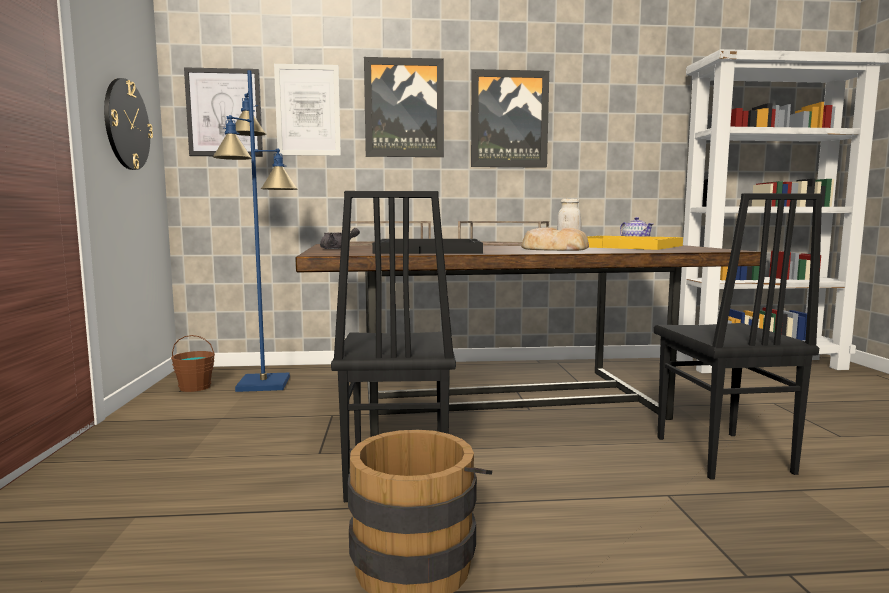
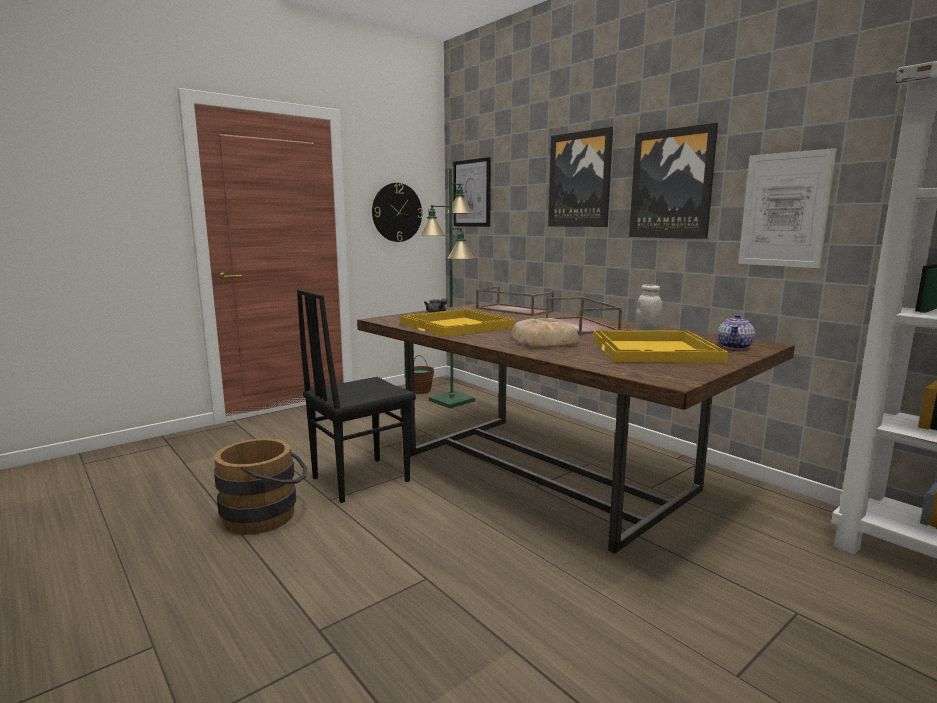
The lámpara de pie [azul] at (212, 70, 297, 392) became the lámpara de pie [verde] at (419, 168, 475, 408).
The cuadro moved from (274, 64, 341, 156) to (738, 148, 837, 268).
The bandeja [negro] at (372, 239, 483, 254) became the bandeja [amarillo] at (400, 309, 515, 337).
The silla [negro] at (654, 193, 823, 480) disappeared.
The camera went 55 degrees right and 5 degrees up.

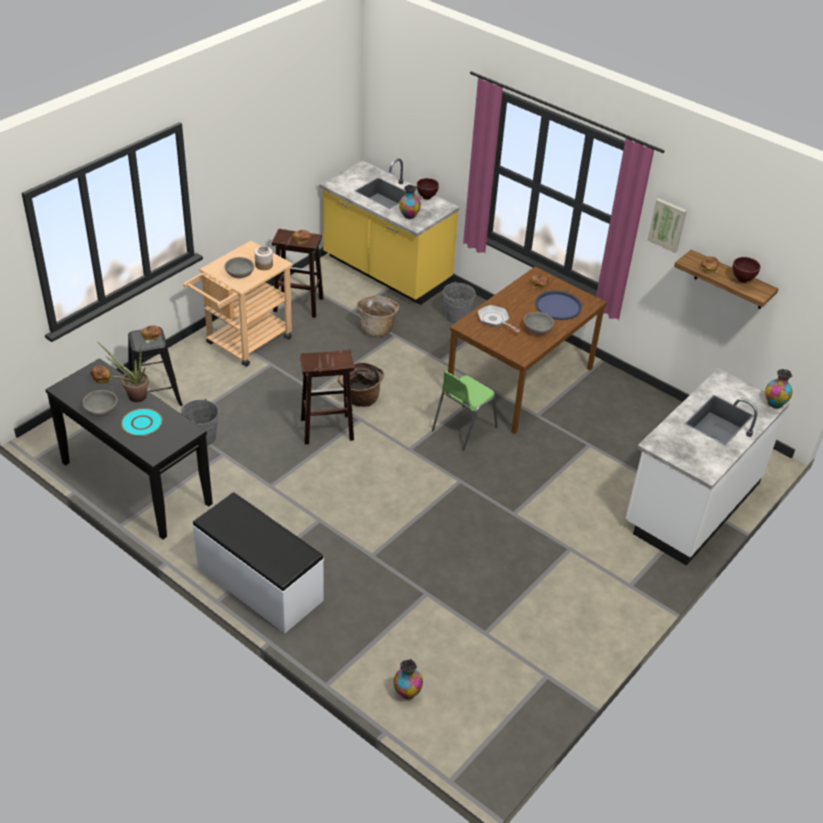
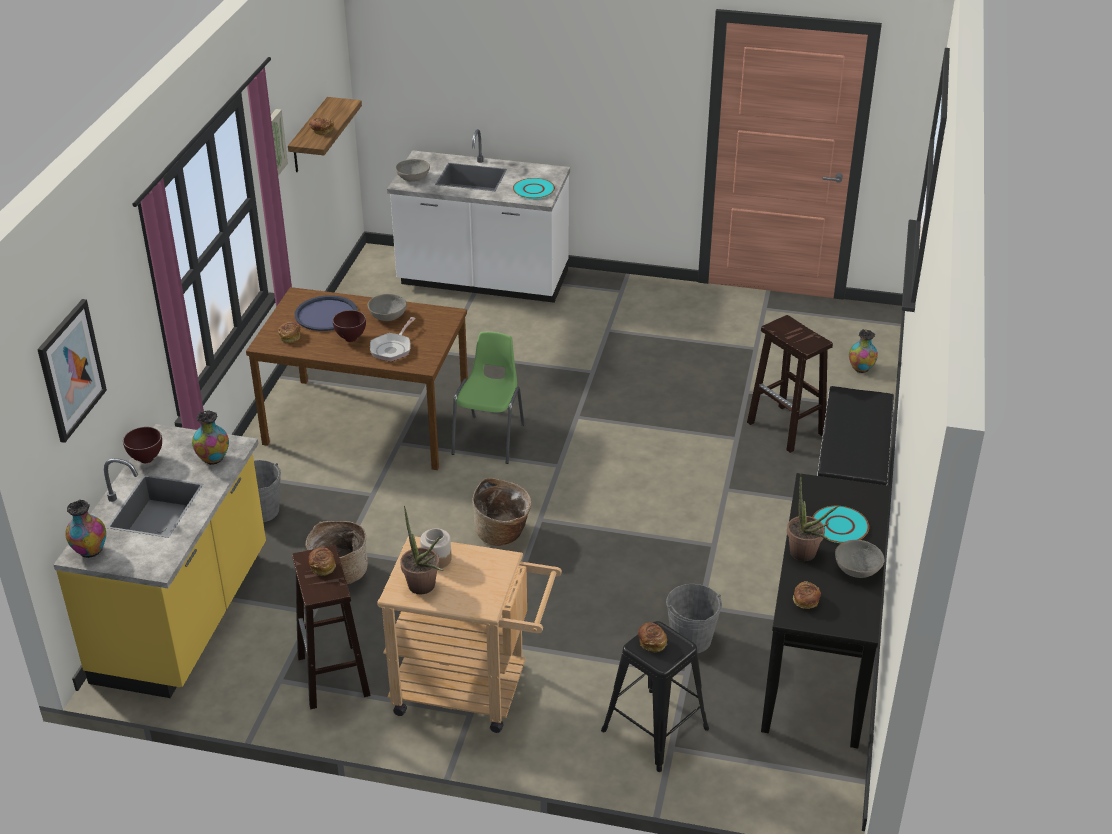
The cuenco [gris] moved from (224, 257, 254, 278) to (395, 159, 430, 182).
The taburete [marrón] moved from (300, 350, 354, 444) to (747, 315, 833, 453).
The silla [verde] at (432, 371, 498, 451) turned 90 degrees counterclockwise.
The cuenco [marrón] moved from (733, 257, 761, 283) to (333, 310, 366, 342).
The florero moved from (765, 369, 792, 408) to (66, 500, 106, 558).
The cuadro at (37, 299, 107, 443) appeared.
The planta en maceta at (400, 505, 443, 594) appeared.
The plato [turquesa] at (513, 178, 555, 199) appeared.
The camera went 115 degrees left and 5 degrees down.

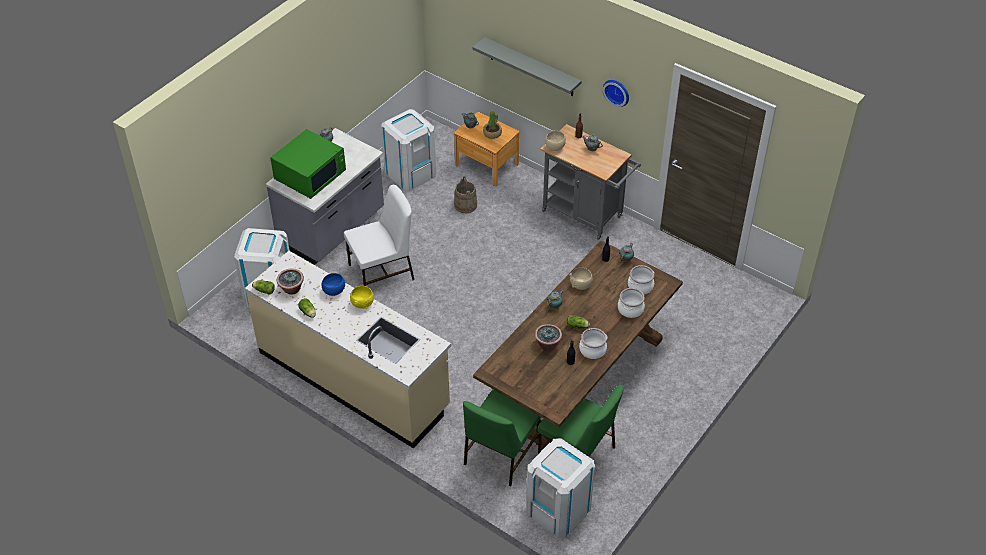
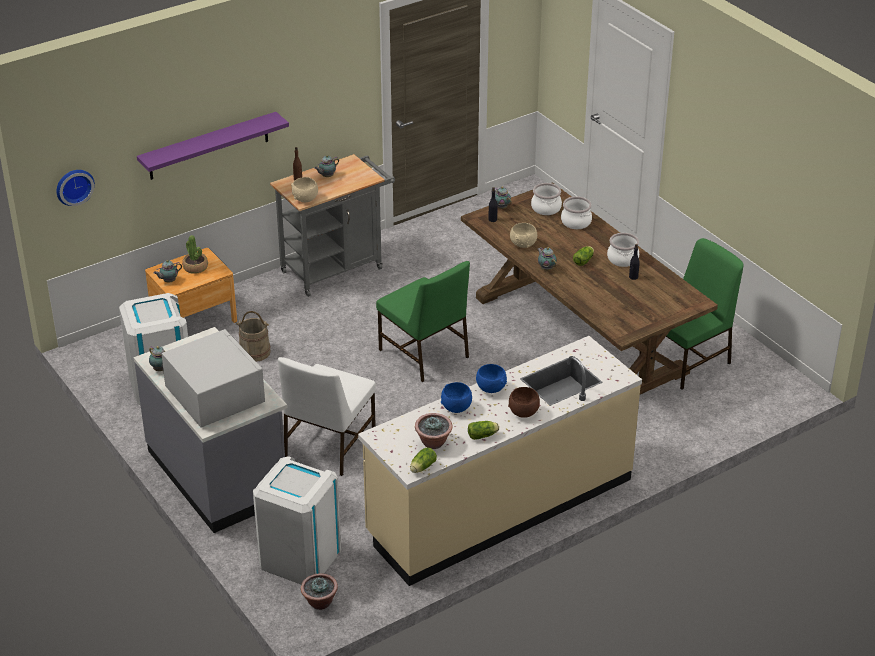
The microondas [verde] at (270, 129, 346, 199) became the microondas [blanco] at (161, 329, 265, 427).
The silla [blanco] at (344, 185, 414, 286) turned 150 degrees counterclockwise.
The cuenco [amarillo] at (350, 286, 374, 309) became the cuenco [azul] at (476, 364, 507, 393).
The silla [verde] moved from (463, 390, 541, 486) to (376, 261, 470, 382).
The estante [gris] at (472, 37, 582, 96) became the estante [morado] at (137, 112, 289, 180).
The papelera [blanco] at (526, 438, 595, 538) disappeared.
The planta en maceta moved from (535, 324, 562, 351) to (300, 573, 338, 610).
The reloj de pared moved from (603, 80, 629, 107) to (57, 170, 95, 206).
The cuenco [marrón] at (508, 387, 540, 418) appeared.
The camera went 70 degrees left and 10 degrees down.

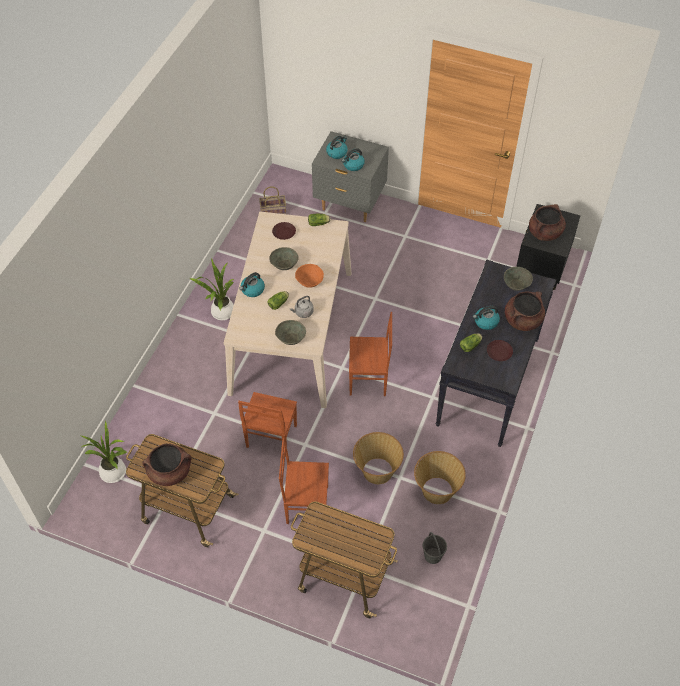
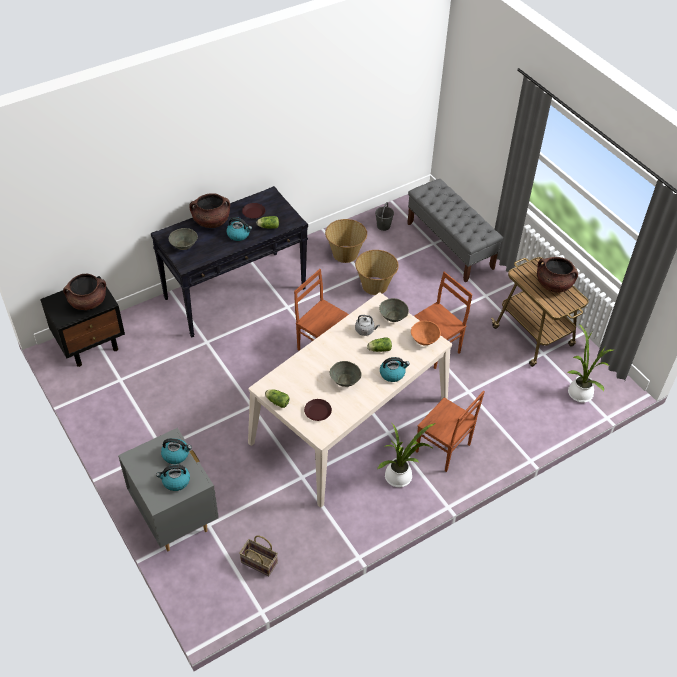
The silla [marrón] moved from (279, 438, 329, 524) to (416, 391, 485, 472).
The carrito at (291, 501, 398, 618) was replaced by the banco [gris] at (407, 179, 503, 283).
The cuenco [naranja] moved from (295, 264, 324, 288) to (411, 321, 441, 345).
The camera went 145 degrees left and 5 degrees down.

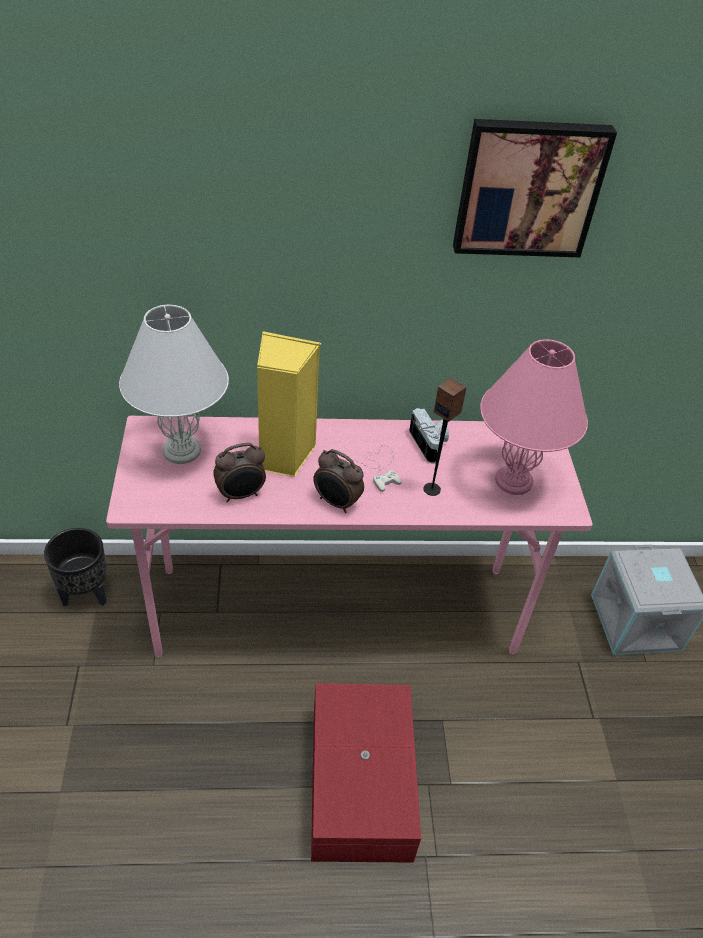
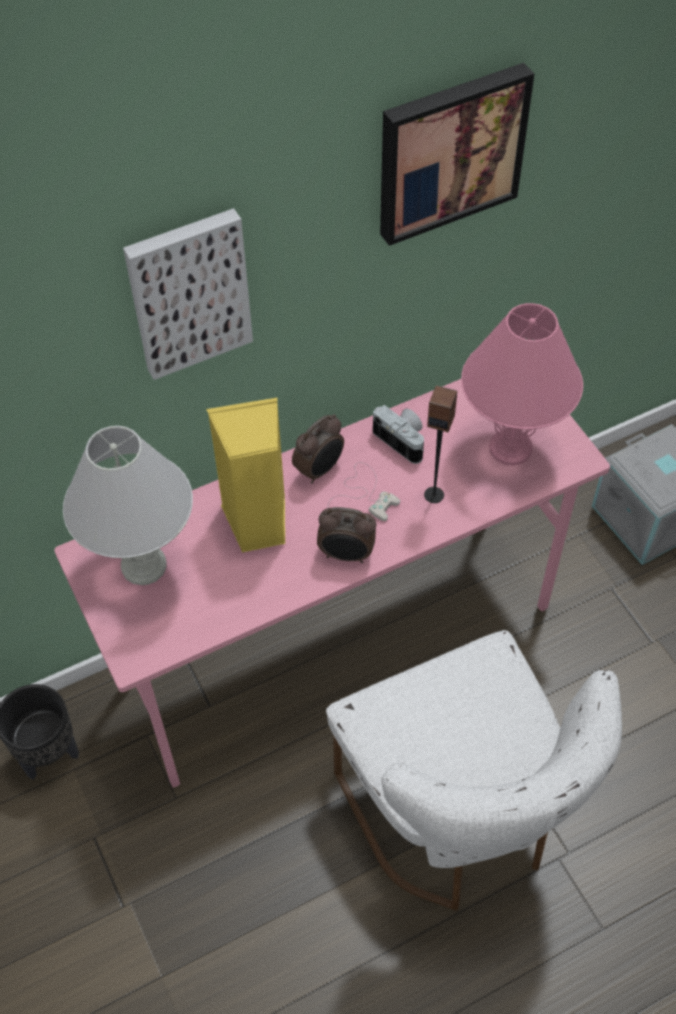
The despertador moved from (213, 443, 266, 503) to (292, 414, 344, 484).
The caja de almacenaje [rojo] at (311, 683, 421, 863) was replaced by the silla [blanco] at (326, 630, 622, 910).
The cuadro at (123, 208, 253, 380) appeared.
The camera went 20 degrees left and 10 degrees up.

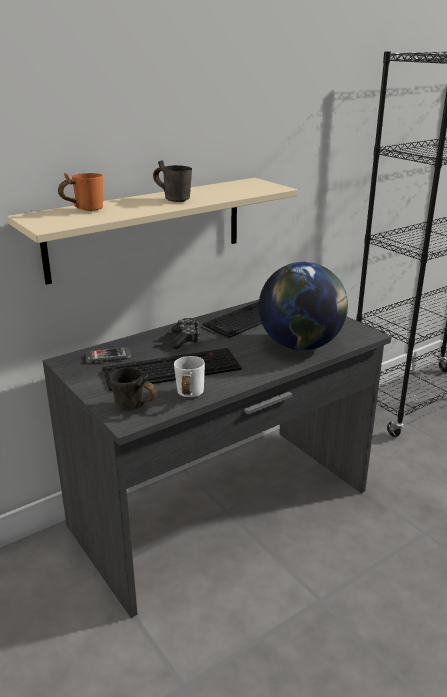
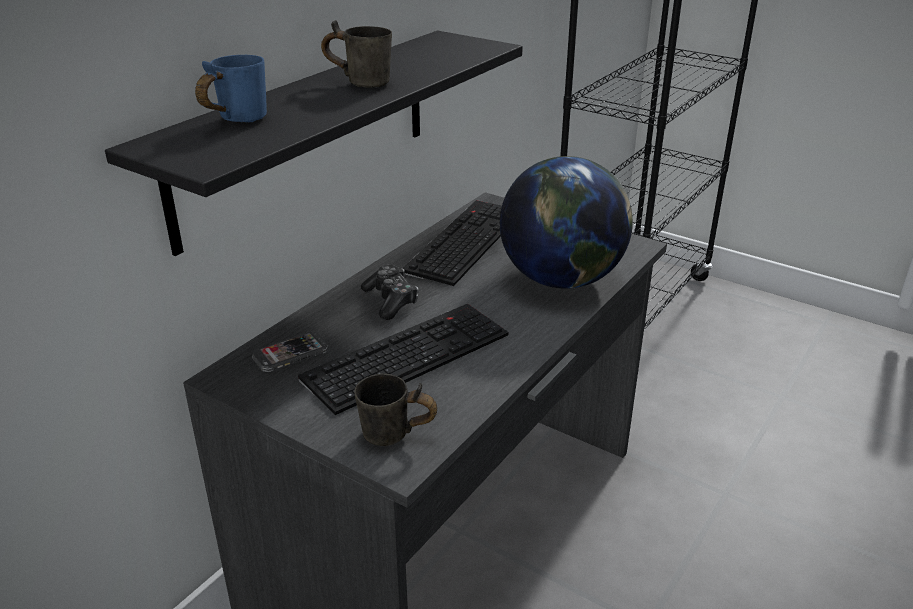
The estante [beis] at (7, 178, 297, 285) became the estante [negro] at (105, 30, 523, 256).
The taza grande [naranja] at (58, 173, 103, 211) became the taza grande [azul] at (195, 55, 267, 122).
The taza grande [blanco] at (174, 356, 205, 397) disappeared.
The camera went 20 degrees left and 5 degrees up.

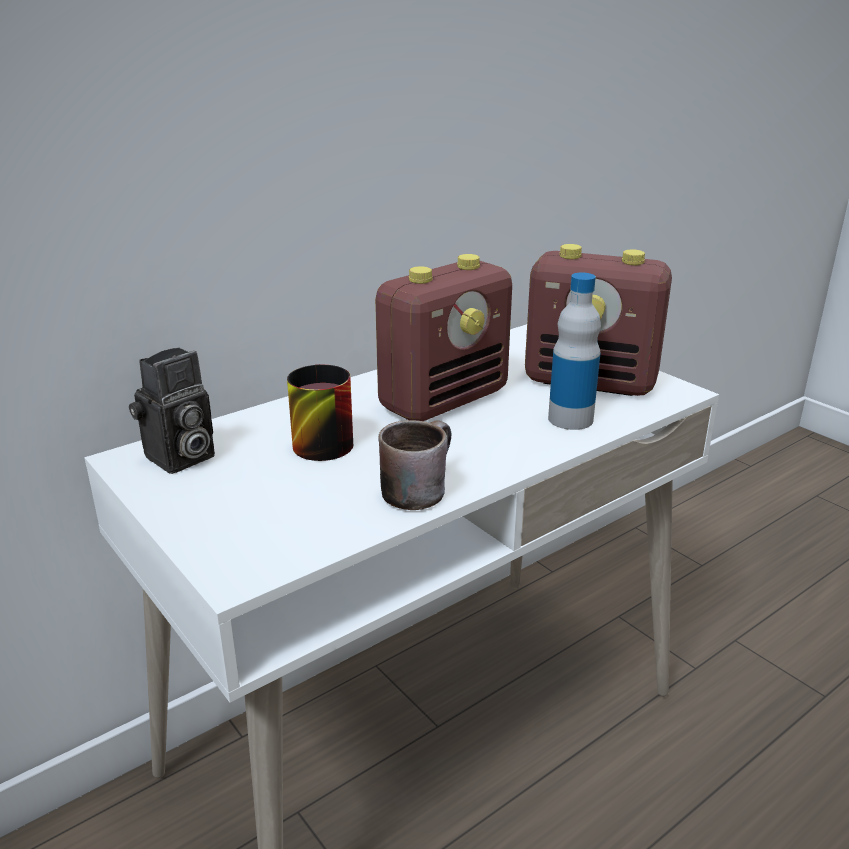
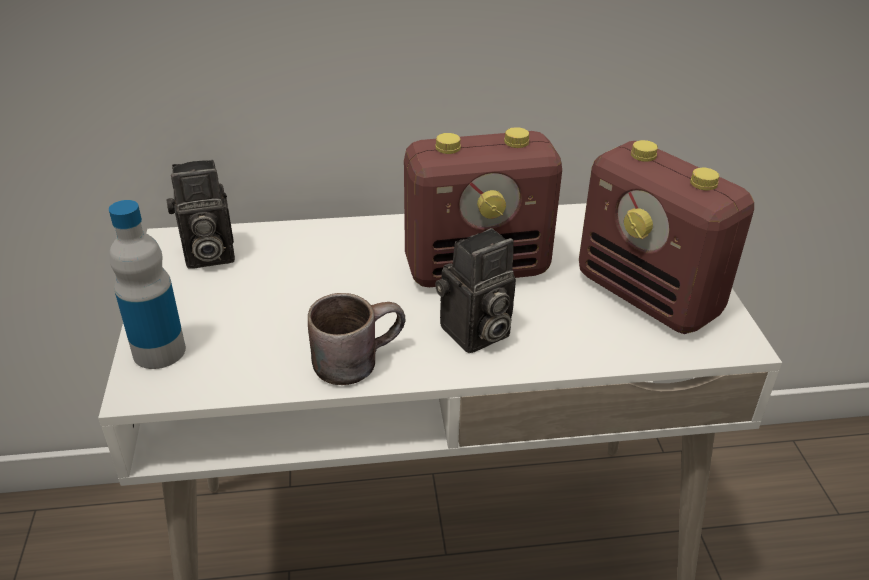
The taza grande at (287, 364, 353, 461) disappeared.
The botella moved from (548, 273, 601, 430) to (109, 200, 186, 369).
The cámara at (435, 228, 516, 353) appeared.
The camera went 30 degrees right and 10 degrees up.

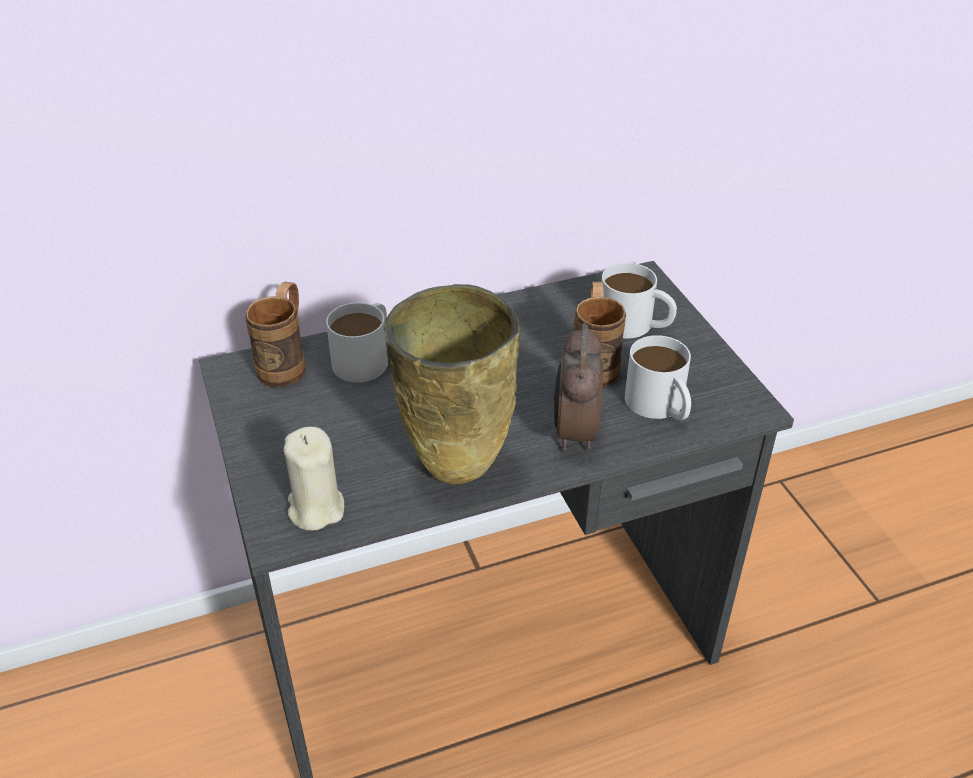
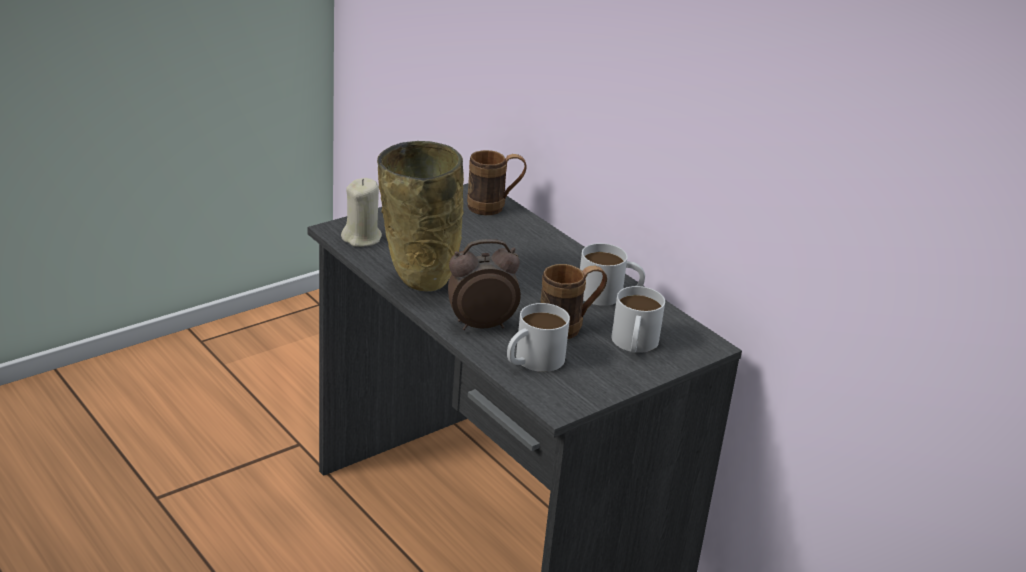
The taza grande [blanco] moved from (326, 303, 388, 382) to (580, 243, 645, 306).
The camera went 70 degrees right and 10 degrees down.

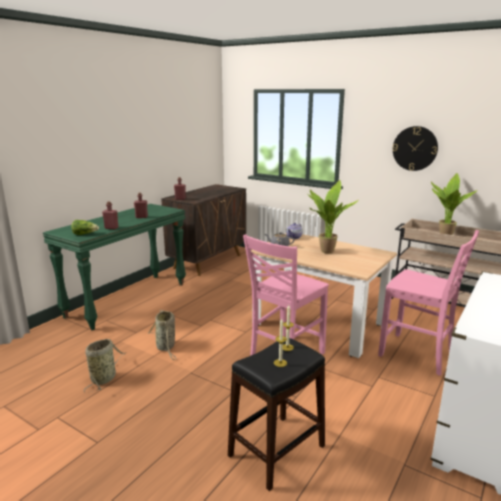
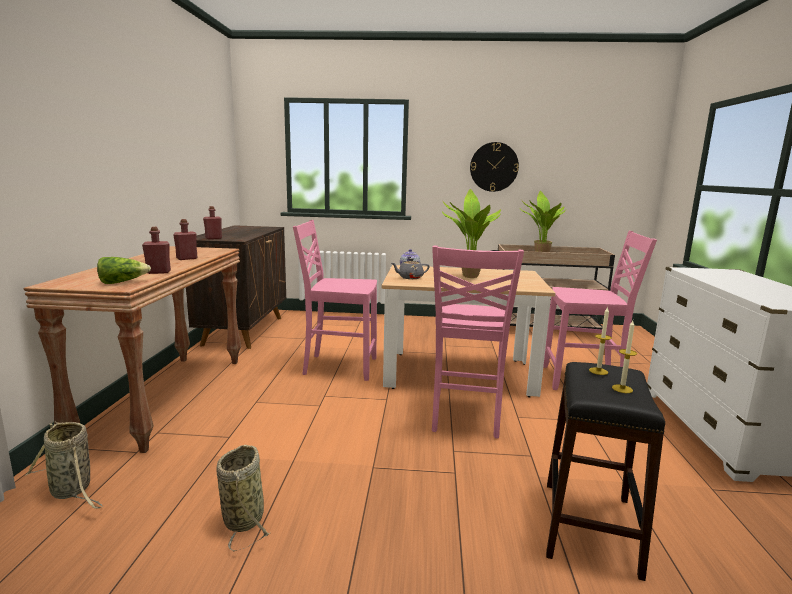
The mesa consola [verde] at (43, 204, 186, 330) became the mesa consola [marrón] at (24, 246, 241, 453).
The cesta moved from (148, 310, 177, 360) to (25, 422, 103, 509).
The silla [rosa] at (293, 220, 377, 381) appeared.
The camera went 30 degrees left and 5 degrees down.

